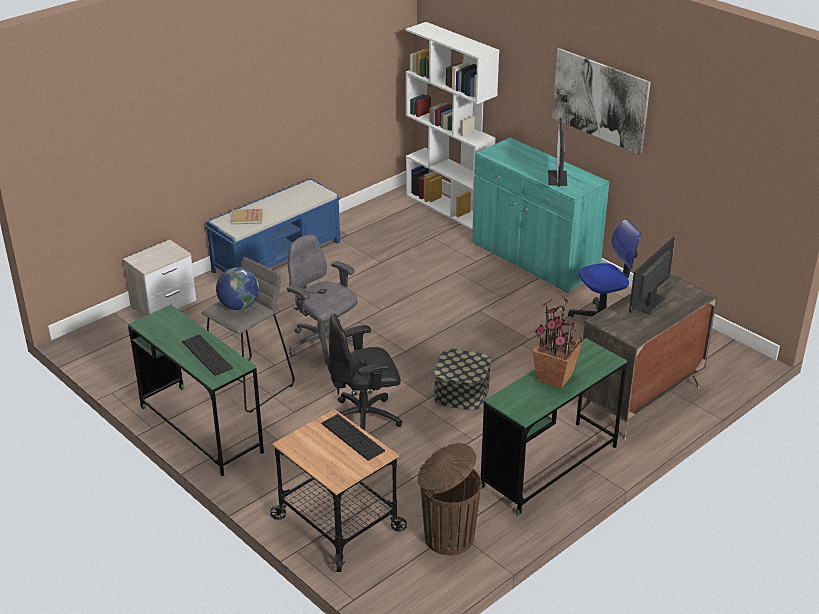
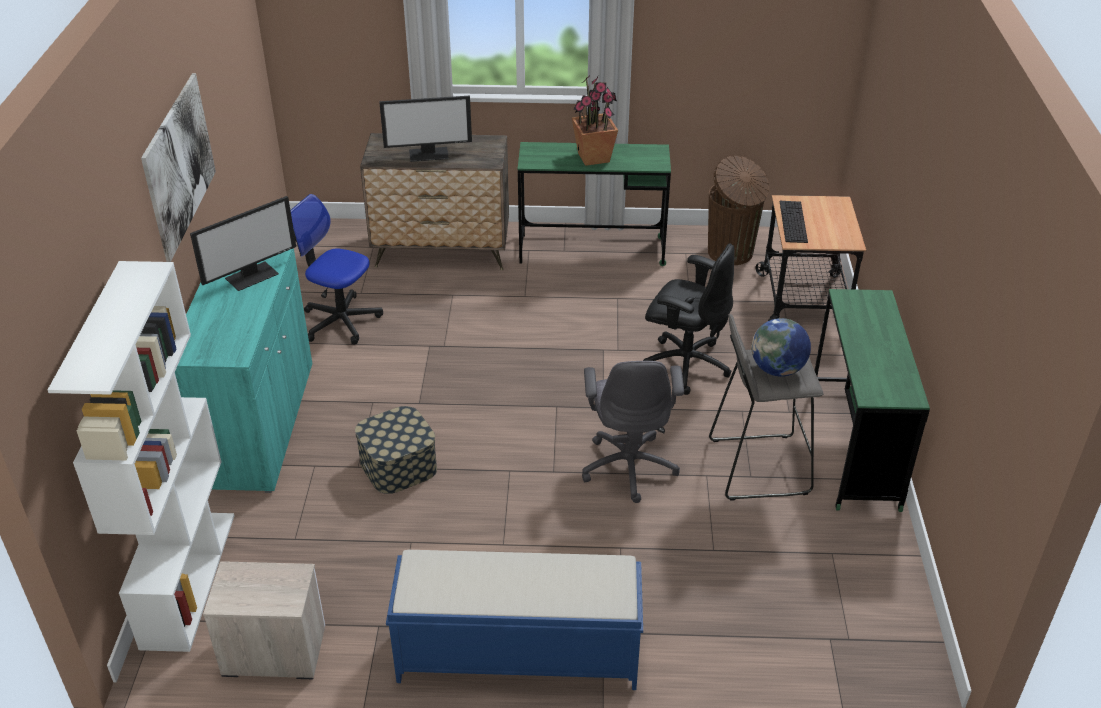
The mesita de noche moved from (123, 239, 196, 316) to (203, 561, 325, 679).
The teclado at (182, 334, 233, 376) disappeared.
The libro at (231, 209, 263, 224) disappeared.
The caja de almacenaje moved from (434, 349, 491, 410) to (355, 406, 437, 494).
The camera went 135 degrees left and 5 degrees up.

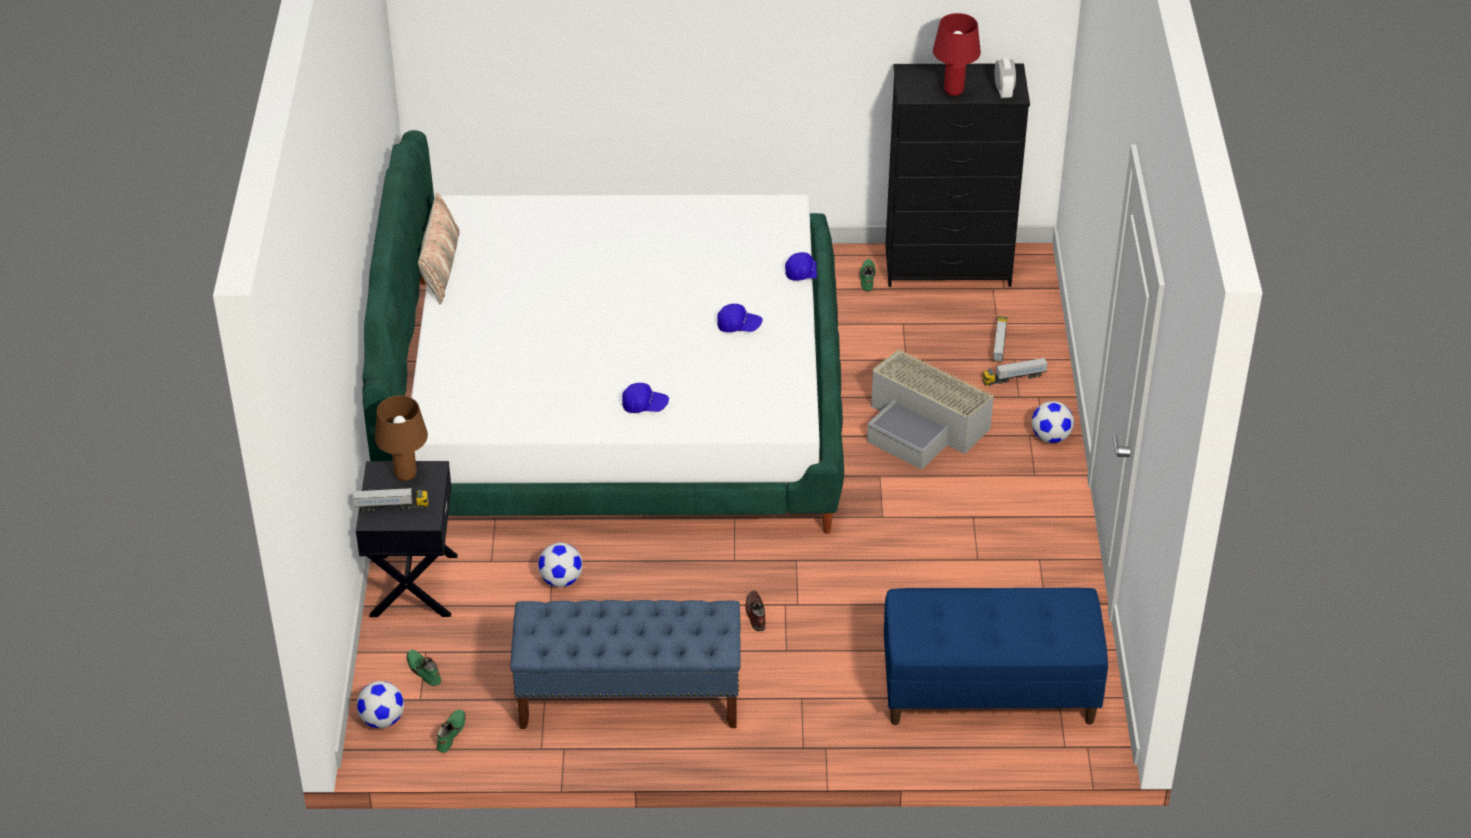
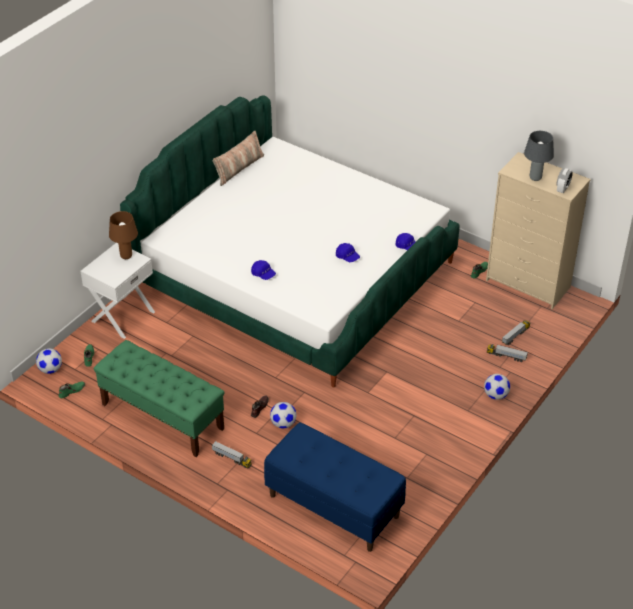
The camión de juguete moved from (353, 488, 429, 512) to (212, 441, 251, 468).
The mesita de noche [negro] at (356, 461, 458, 617) became the mesita de noche [blanco] at (80, 243, 155, 339).
The banco [azul] at (510, 600, 741, 729) became the banco [verde] at (94, 340, 225, 457).
The balón de fútbol moved from (538, 543, 583, 587) to (270, 402, 297, 428).
The caja de almacenaje [gris] at (867, 349, 994, 470) disappeared.
The cómoda [negro] at (885, 63, 1030, 287) became the cómoda [beis] at (486, 152, 591, 309).
The lámpara de mesa [rojo] at (933, 13, 981, 96) became the lámpara de mesa [gris] at (524, 131, 554, 181).
The camera went 35 degrees right and 0 degrees up.

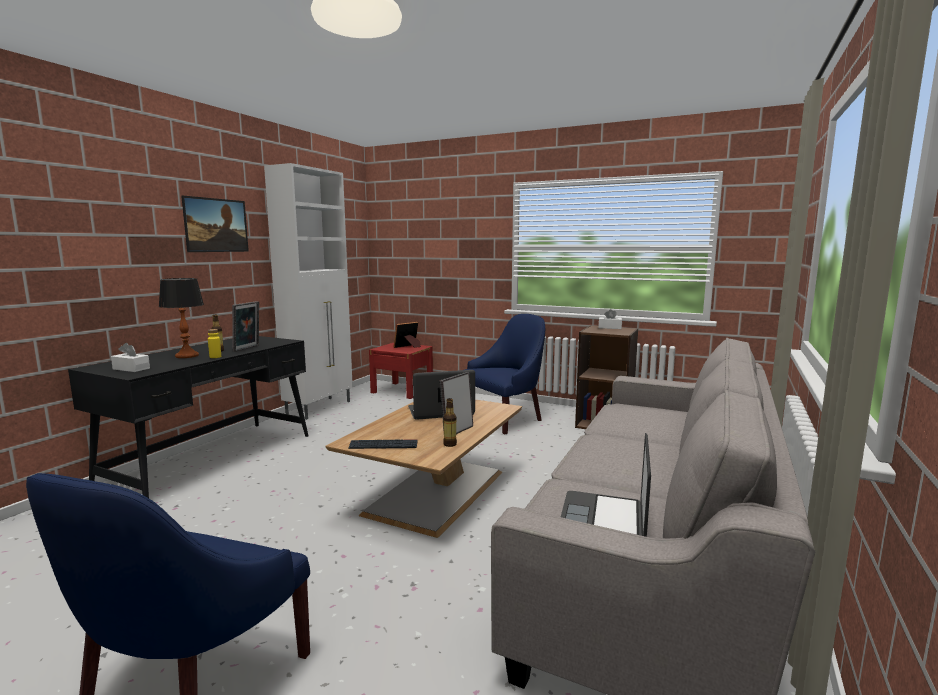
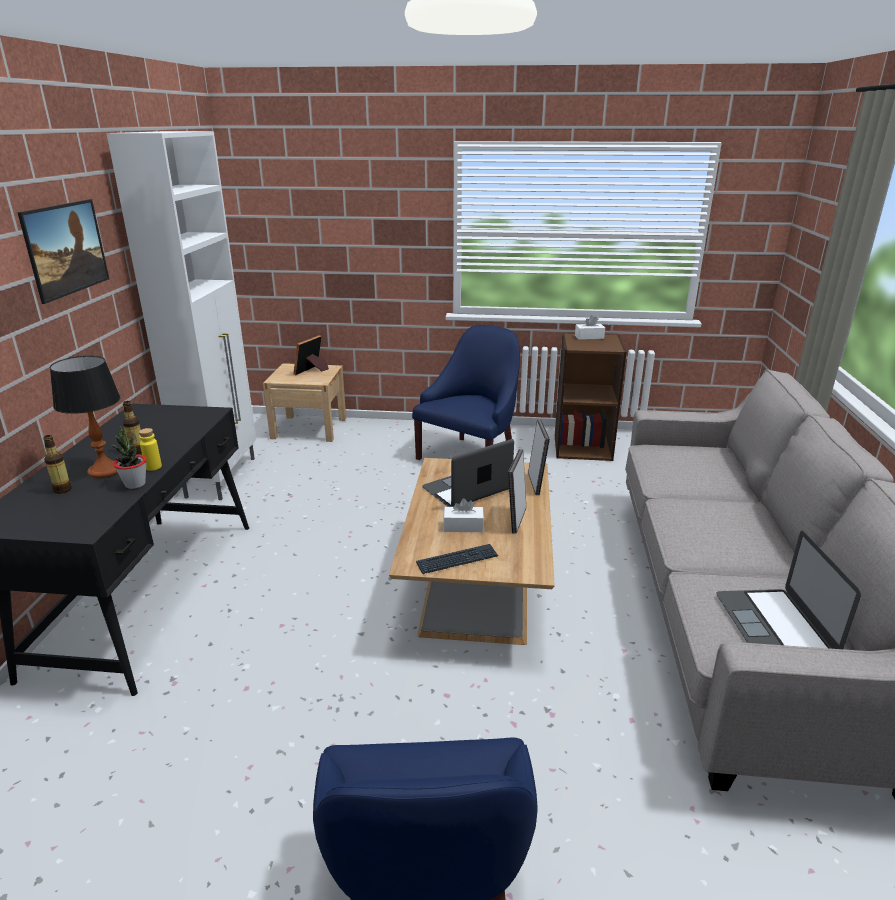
The caja de pañuelos [blanco] moved from (111, 343, 150, 372) to (443, 498, 484, 532).
The portarretratos moved from (232, 301, 259, 352) to (528, 419, 550, 495).
The mesita de noche [rojo] at (369, 343, 433, 399) became the mesita de noche [beis] at (263, 363, 346, 442).
The botella moved from (443, 398, 457, 447) to (43, 435, 72, 494).
The planta en maceta at (111, 427, 147, 489) appeared.
The camera went 20 degrees left and 15 degrees up.

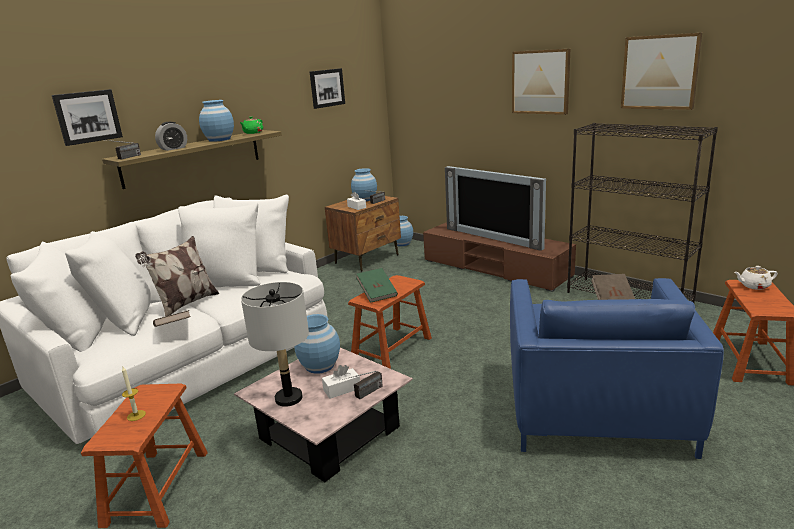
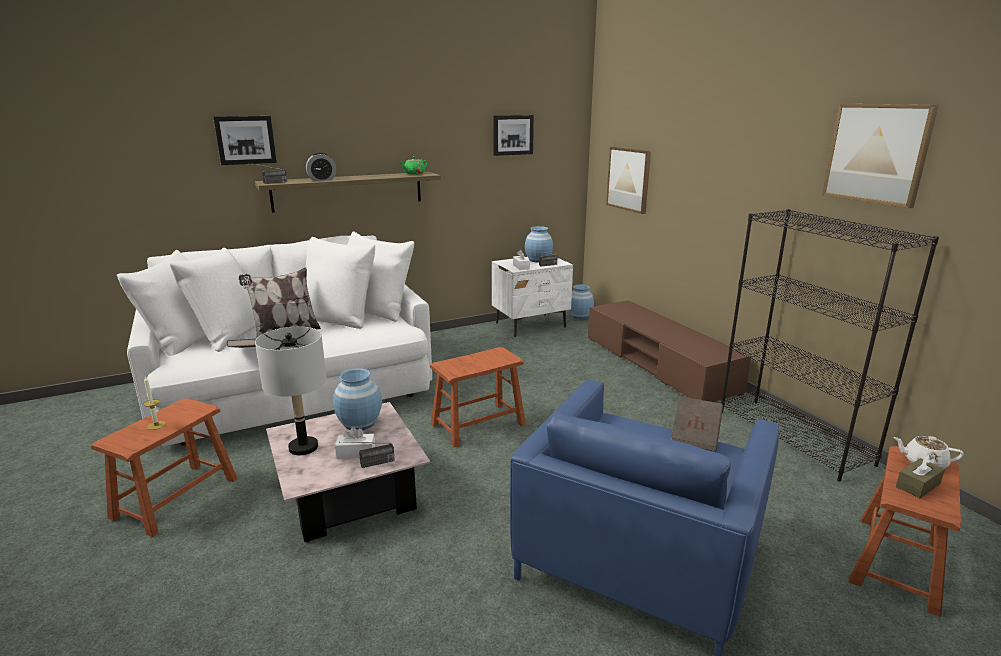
The florero [azul] at (199, 100, 234, 142) disappeared.
The mesita de noche [marrón] at (325, 196, 401, 272) became the mesita de noche [blanco] at (492, 257, 573, 337).
The libro [verde] at (356, 268, 398, 303) disappeared.
The televisor at (445, 166, 546, 251) disappeared.
The cuadro moved from (512, 49, 570, 115) to (606, 147, 651, 214).
The caja de pañuelos [marrón] at (896, 455, 945, 498) appeared.
The camera went 20 degrees right and 0 degrees up.

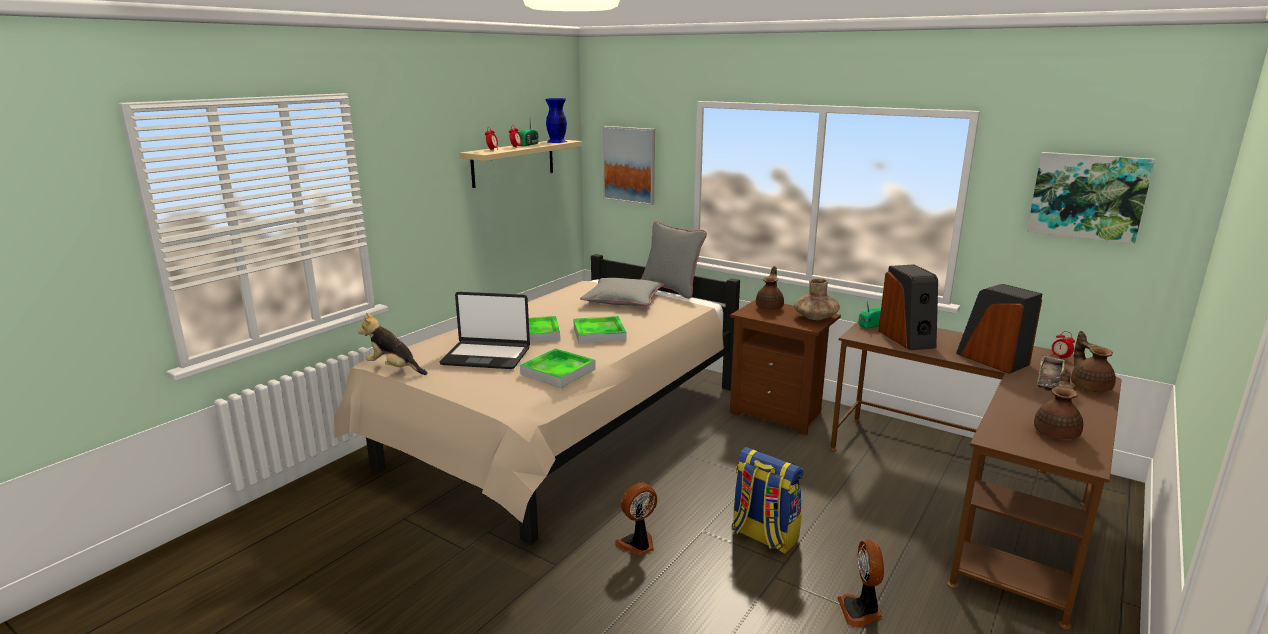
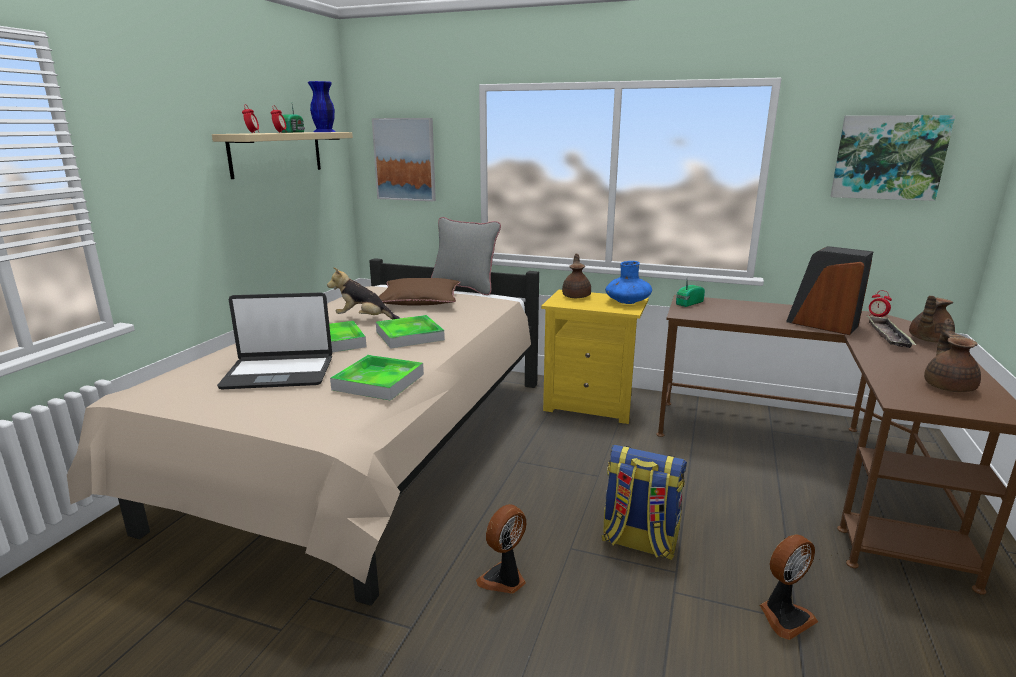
The peluche moved from (358, 313, 428, 375) to (327, 267, 400, 319).
The cojín [gris] at (580, 278, 664, 306) became the cojín [marrón] at (379, 278, 460, 305).
The mesita de noche [marrón] at (730, 300, 841, 435) became the mesita de noche [amarillo] at (541, 290, 649, 424).
The florero [marrón] at (794, 278, 840, 320) became the florero [azul] at (605, 261, 652, 304).
The ventilador at (837, 540, 884, 627) turned 105 degrees counterclockwise.
The altavoz at (878, 264, 938, 350) disappeared.
The tetera [marrón] at (1071, 331, 1116, 392) turned 105 degrees counterclockwise.
The camera went 15 degrees left and 0 degrees up.

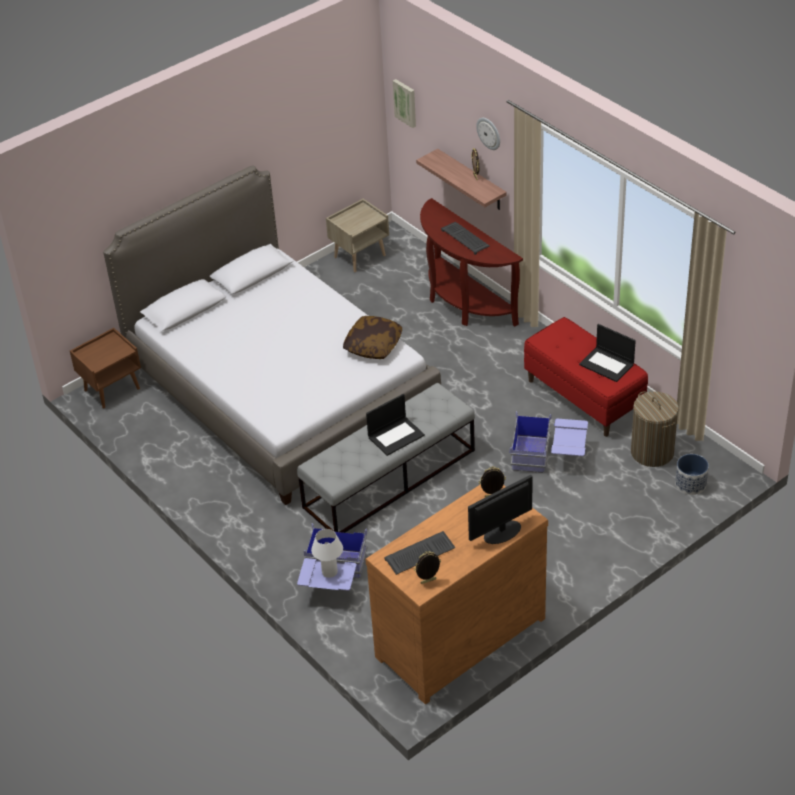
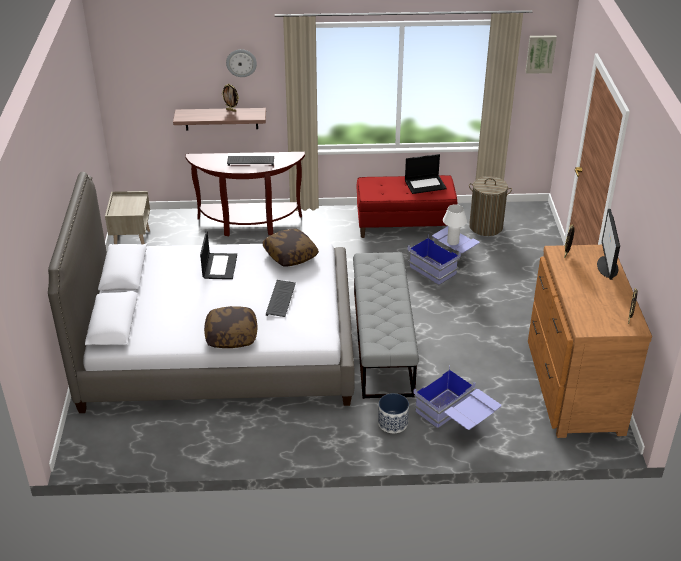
The mesita de noche [marrón] at (70, 328, 141, 408) disappeared.
The lámpara de mesa [blanco] moved from (311, 529, 343, 578) to (443, 204, 467, 245).
The portátil moved from (366, 394, 425, 456) to (200, 231, 237, 279).
The teclado moved from (384, 531, 455, 575) to (266, 280, 296, 317).
The cuadro moved from (393, 79, 416, 128) to (525, 35, 557, 74).
The maceta moved from (675, 454, 709, 495) to (378, 393, 409, 433).
The cojín at (204, 306, 257, 348) appeared.
The camera went 55 degrees left and 5 degrees down.

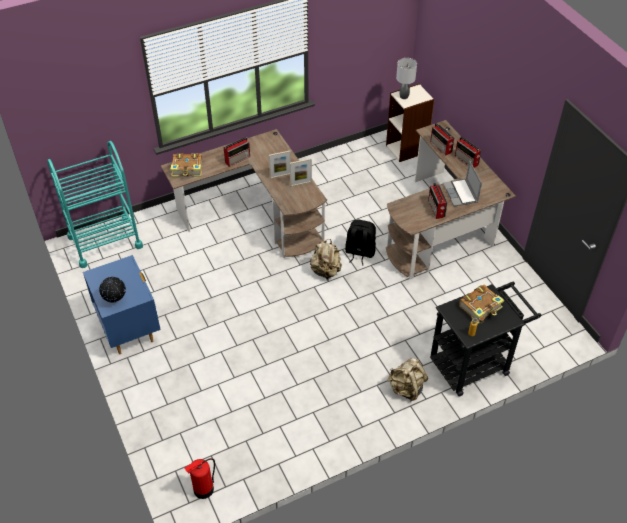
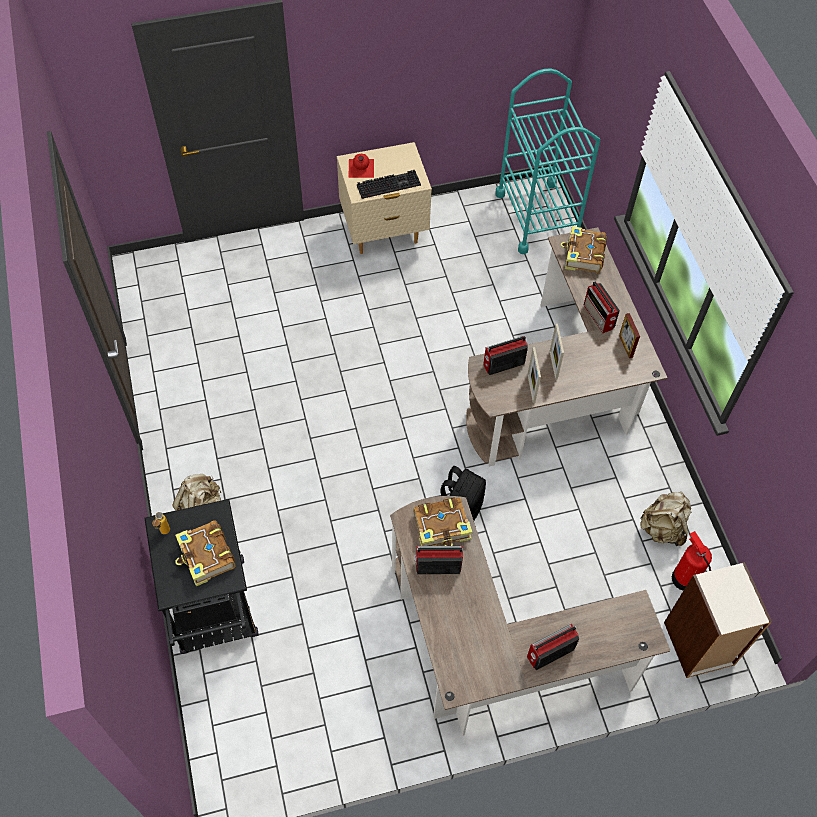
The mesita de noche [azul] at (83, 255, 161, 354) became the mesita de noche [beis] at (337, 142, 432, 254).
The globo terráqueo at (99, 277, 126, 302) was replaced by the botella [rojo] at (349, 154, 374, 178).
The extintor moved from (184, 458, 215, 499) to (672, 531, 712, 591).
The mochila [beis] moved from (310, 239, 342, 279) to (641, 492, 691, 546).
The lámpara de mesa [gris] at (396, 58, 417, 99) disappeared.
The radio moved from (430, 123, 454, 156) to (483, 336, 528, 375).
The portátil at (443, 160, 482, 206) disappeared.
The teclado at (357, 170, 421, 199) appeared.
The libro at (414, 497, 472, 546) appeared.
The portarretratos at (619, 313, 640, 358) appeared.
The camera went 100 degrees right and 10 degrees up.

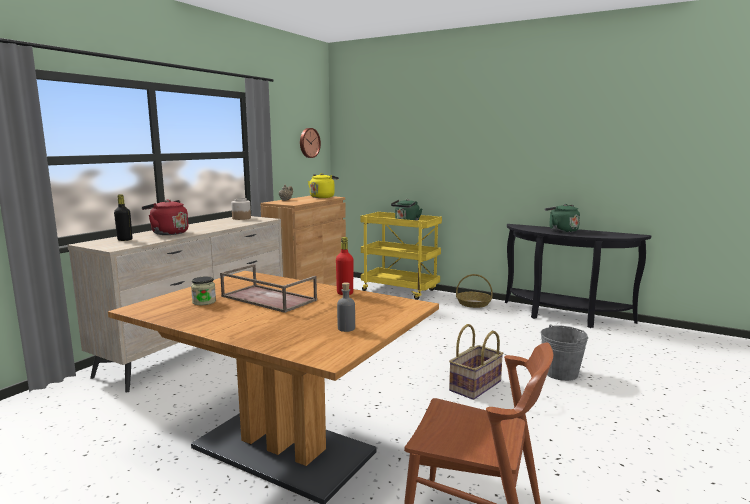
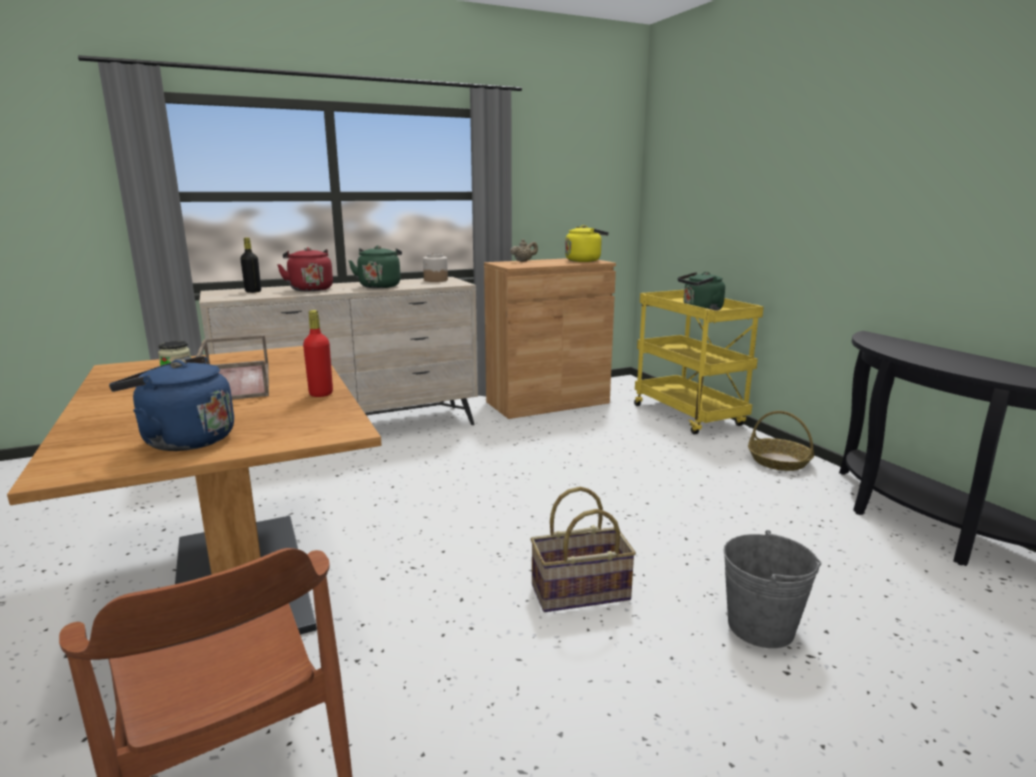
The reloj de pared at (300, 128, 321, 158) disappeared.
The botella [gris] at (337, 282, 355, 332) was replaced by the hervidor [azul] at (109, 356, 234, 451).
The hervidor [verde] moved from (545, 204, 580, 233) to (348, 246, 402, 288).
The camera went 35 degrees right and 5 degrees up.

